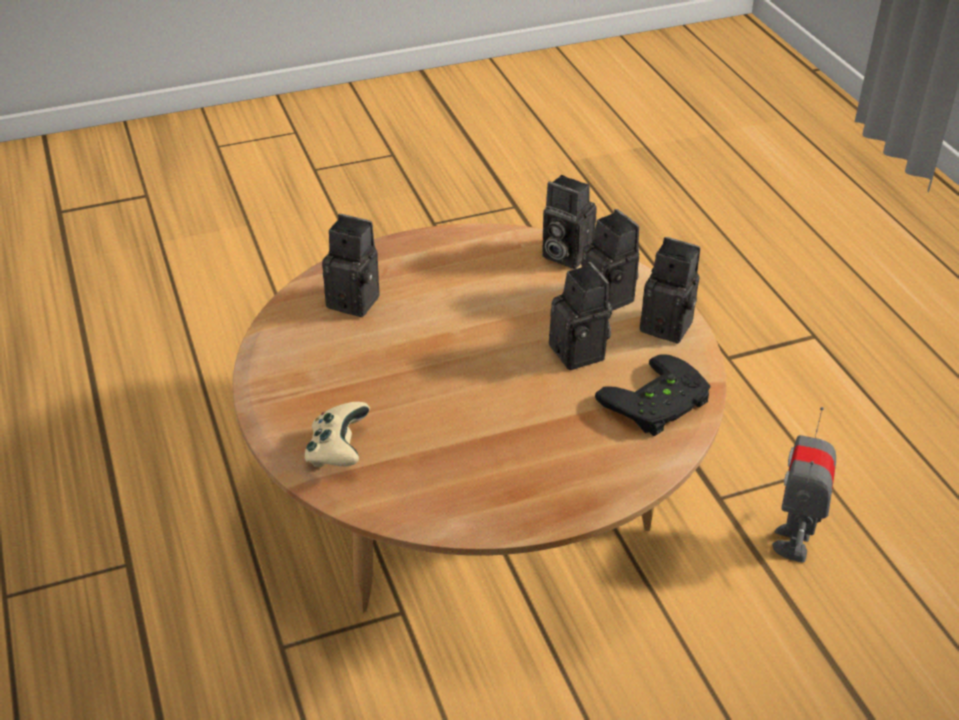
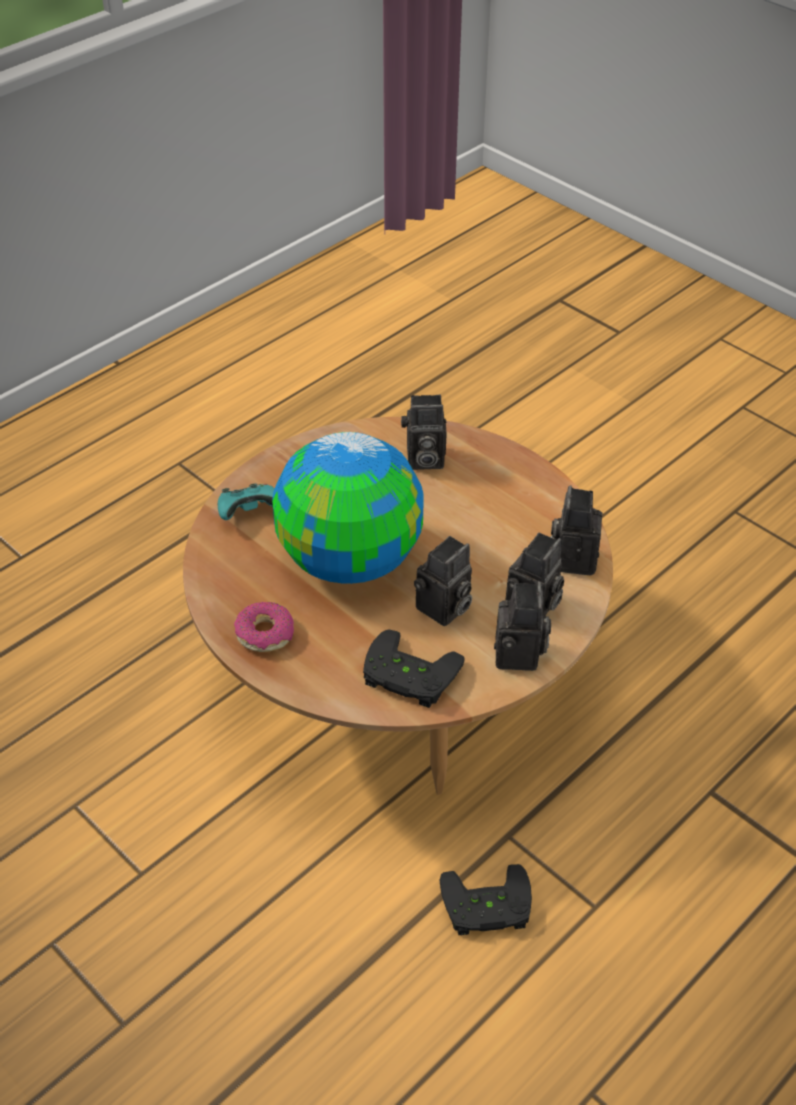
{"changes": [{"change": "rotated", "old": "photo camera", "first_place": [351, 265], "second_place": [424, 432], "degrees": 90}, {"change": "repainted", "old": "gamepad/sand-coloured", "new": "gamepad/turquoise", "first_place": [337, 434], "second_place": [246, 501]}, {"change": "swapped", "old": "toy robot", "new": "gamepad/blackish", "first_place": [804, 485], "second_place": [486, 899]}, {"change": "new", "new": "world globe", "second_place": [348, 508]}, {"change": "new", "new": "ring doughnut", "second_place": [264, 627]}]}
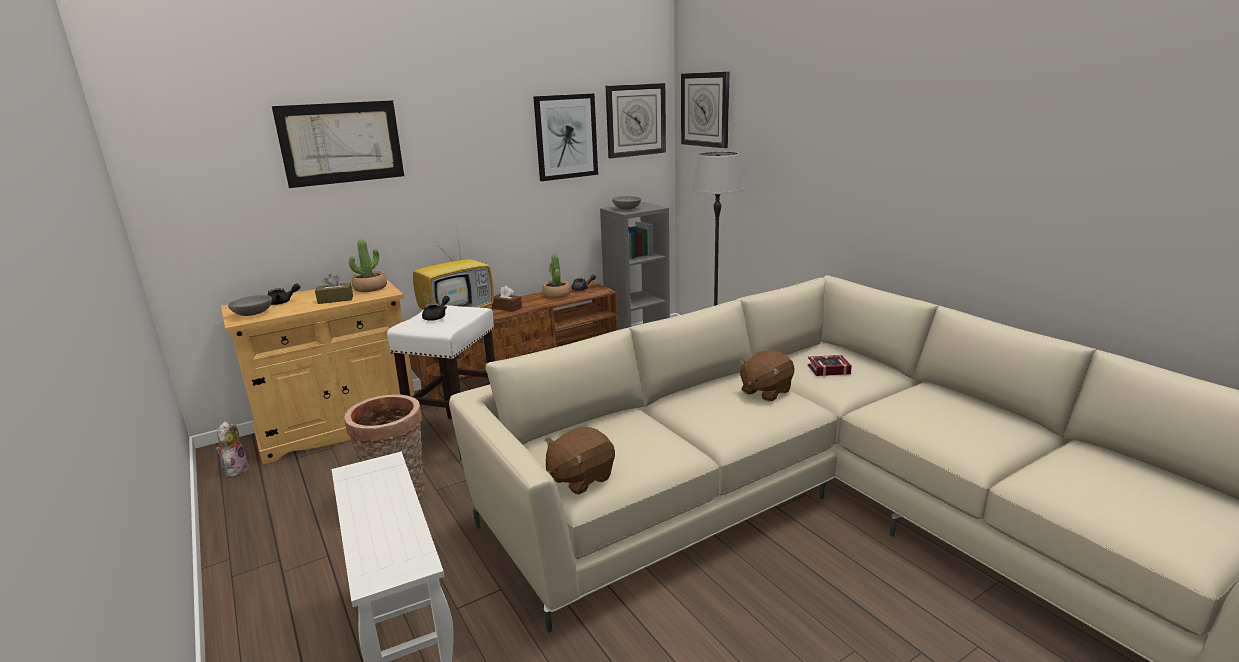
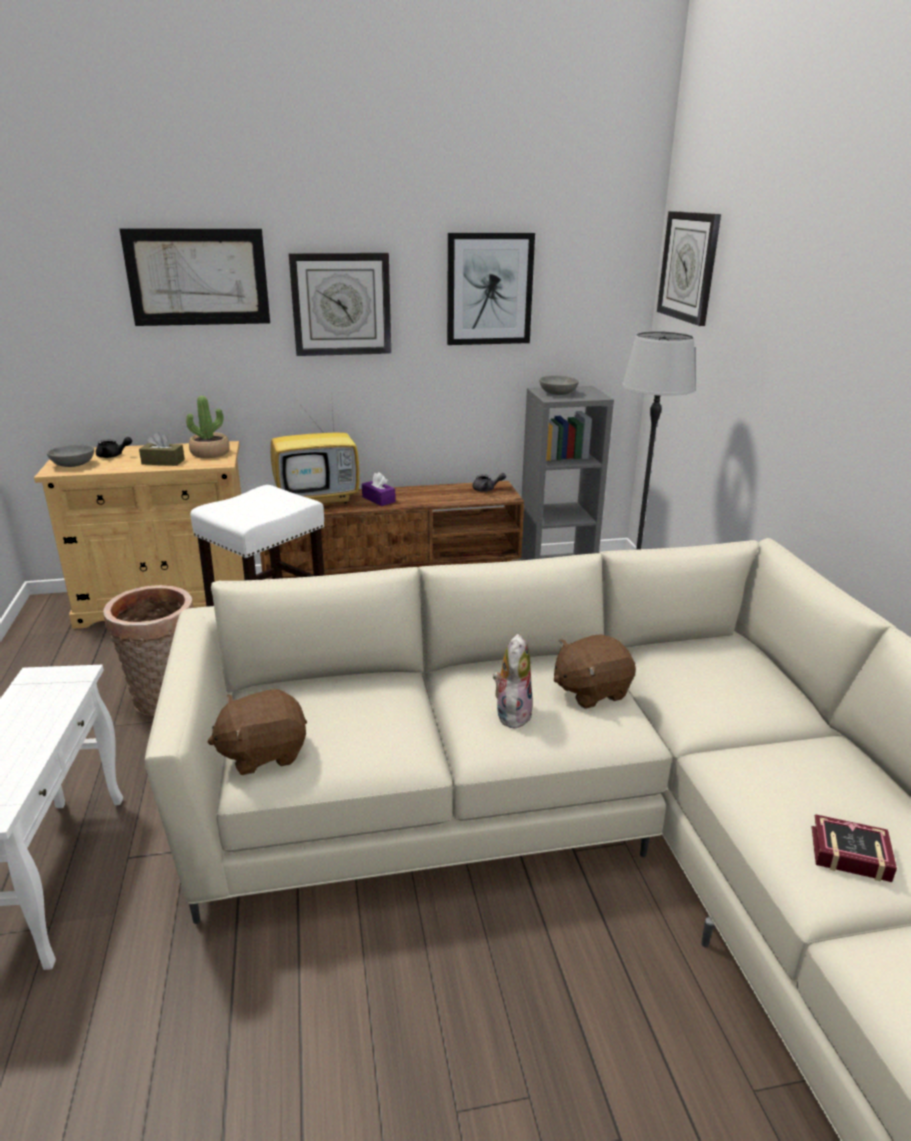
{"changes": [{"change": "shifted", "old": "wall clock", "first_place": [636, 120], "second_place": [340, 304]}, {"change": "gone", "old": "potted plant", "first_place": [556, 276]}, {"change": "repainted", "old": "box of tissues/brown-coloured", "new": "box of tissues/purple-coloured", "first_place": [507, 299], "second_place": [379, 489]}, {"change": "gone", "old": "pot for tea/blackish", "first_place": [436, 308]}, {"change": "shifted", "old": "bound book", "first_place": [829, 365], "second_place": [854, 848]}, {"change": "shifted", "old": "soft toy", "first_place": [232, 449], "second_place": [513, 681]}]}
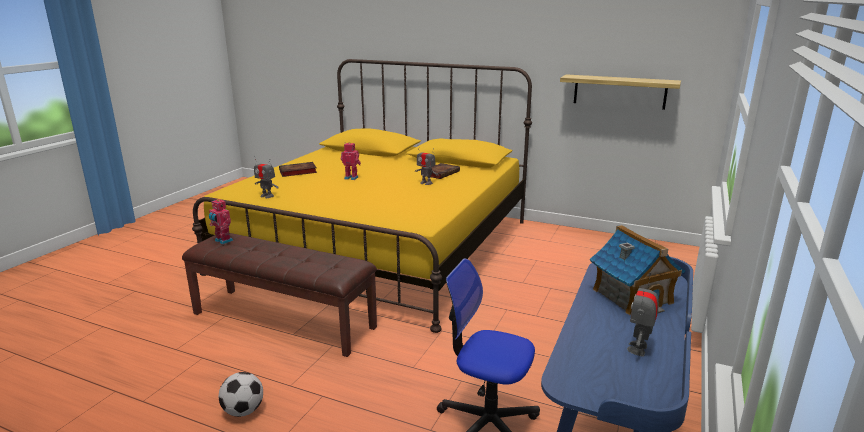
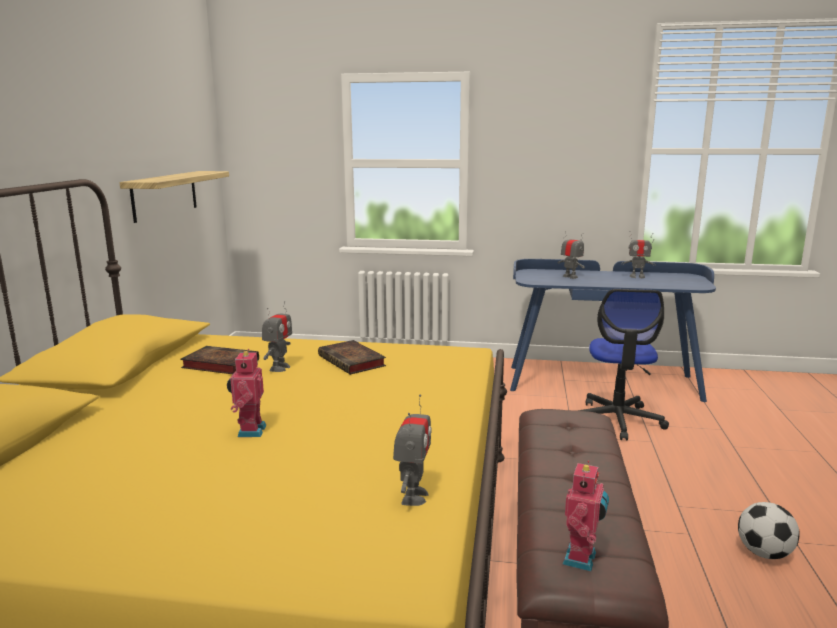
{"changes": [{"change": "shifted", "old": "bound book", "first_place": [298, 169], "second_place": [352, 357]}, {"change": "swapped", "old": "model house", "new": "toy robot", "first_place": [638, 270], "second_place": [571, 255]}]}
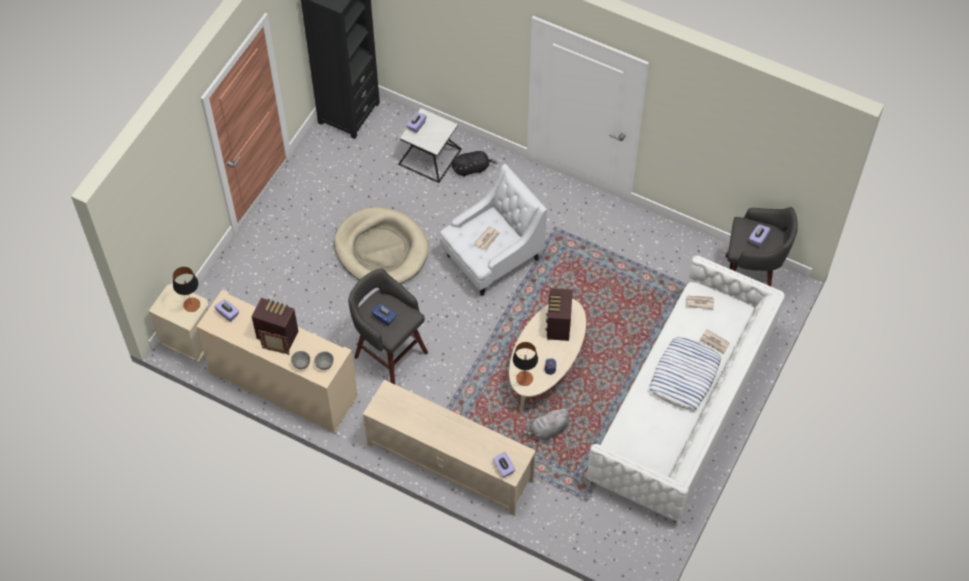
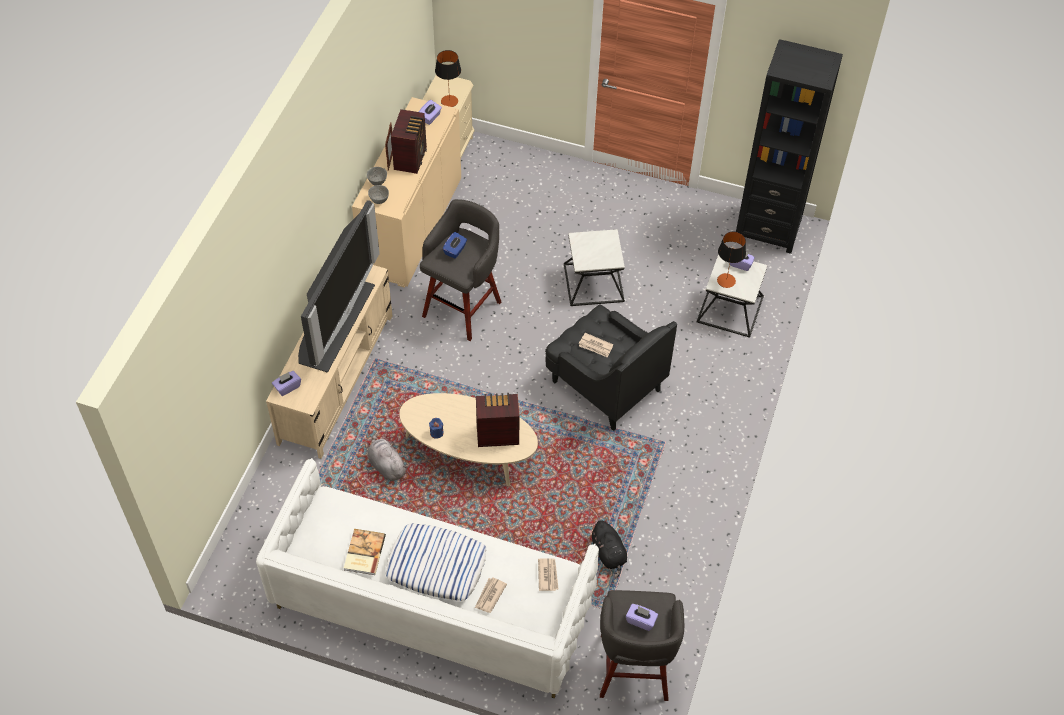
{"changes": [{"change": "shifted", "old": "soft toy/blackish", "first_place": [475, 164], "second_place": [608, 549]}, {"change": "repainted", "old": "easy chair/whitish", "new": "easy chair/blackish", "first_place": [493, 230], "second_place": [611, 367]}, {"change": "swapped", "old": "dog cushion/sand-coloured", "new": "side table", "first_place": [381, 245], "second_place": [594, 267]}, {"change": "shifted", "old": "tabletop lamp", "first_place": [525, 364], "second_place": [731, 260]}, {"change": "new", "new": "TV set", "second_place": [339, 286]}, {"change": "new", "new": "bound book", "second_place": [365, 552]}]}
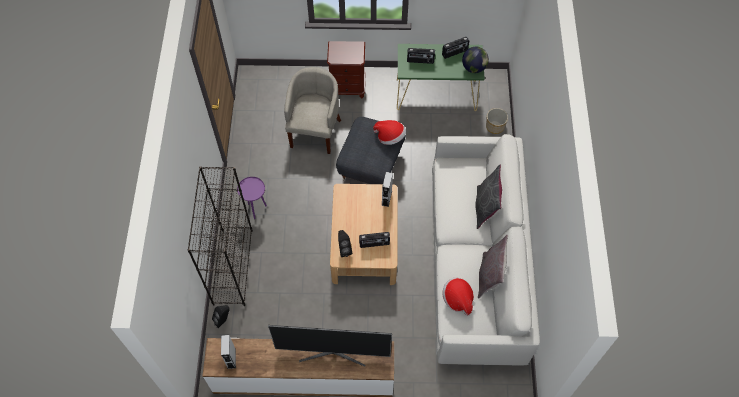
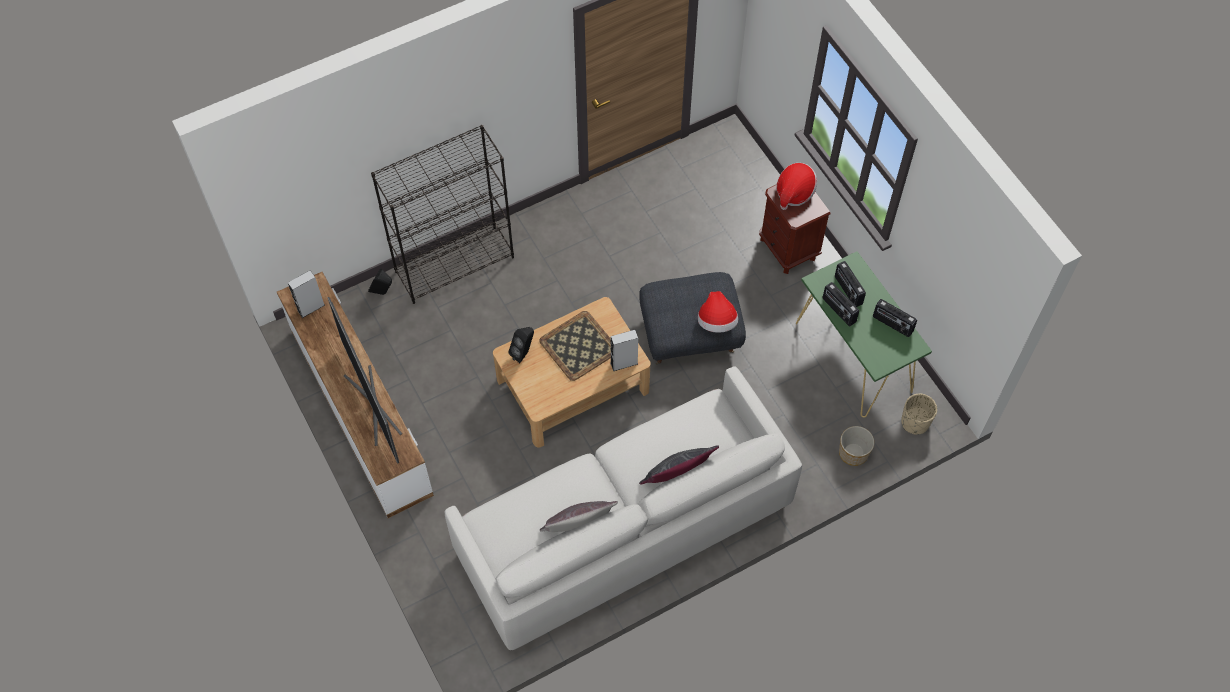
{"changes": [{"change": "gone", "old": "world globe", "first_place": [475, 60]}, {"change": "gone", "old": "easy chair/sand-coloured", "first_place": [312, 110]}, {"change": "gone", "old": "side table/purple-coloured", "first_place": [252, 198]}, {"change": "shifted", "old": "radio receiver", "first_place": [374, 240], "second_place": [841, 304]}, {"change": "shifted", "old": "wearable hat", "first_place": [458, 297], "second_place": [796, 186]}, {"change": "new", "new": "serving tray", "second_place": [575, 346]}, {"change": "new", "new": "planter/sand-coloured", "second_place": [919, 414]}]}
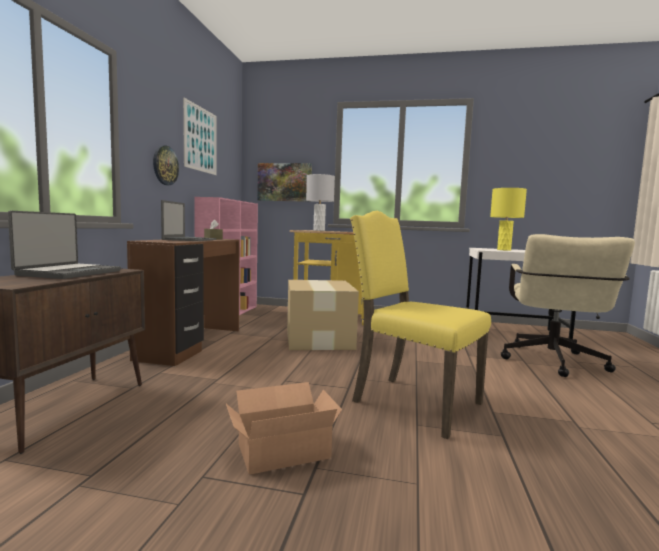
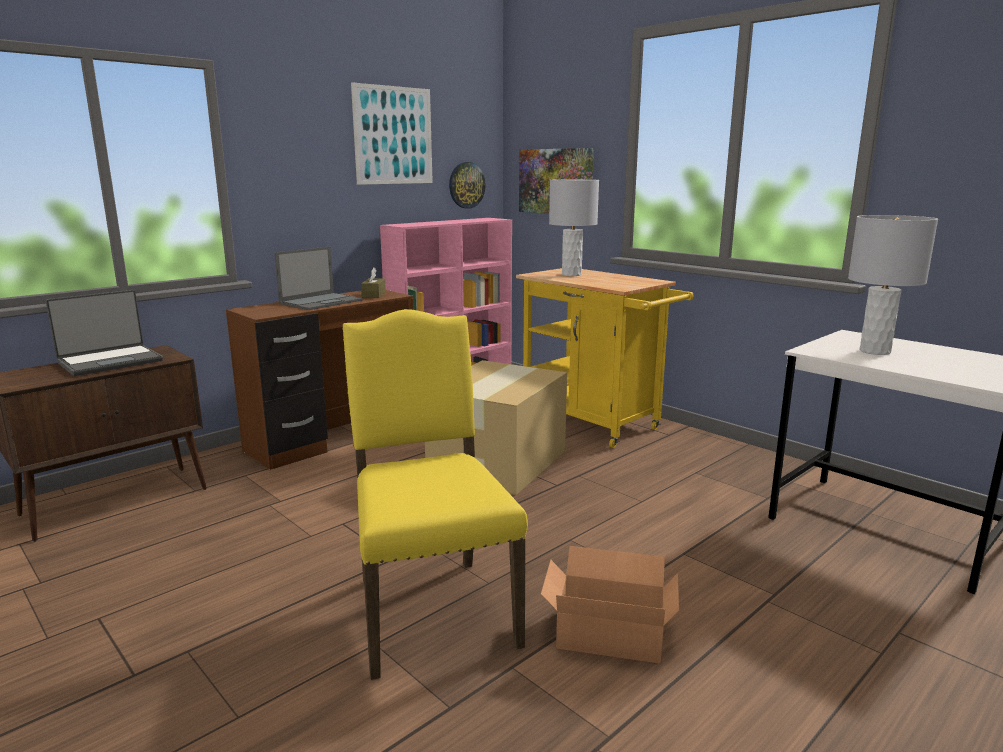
{"changes": [{"change": "shifted", "old": "wall clock", "first_place": [166, 165], "second_place": [467, 185]}, {"change": "repainted", "old": "tabletop lamp/yellowish", "new": "tabletop lamp/grey", "first_place": [508, 219], "second_place": [893, 285]}, {"change": "gone", "old": "desk chair/sand-coloured", "first_place": [568, 305]}, {"change": "shifted", "old": "cardboard box", "first_place": [284, 428], "second_place": [610, 604]}]}
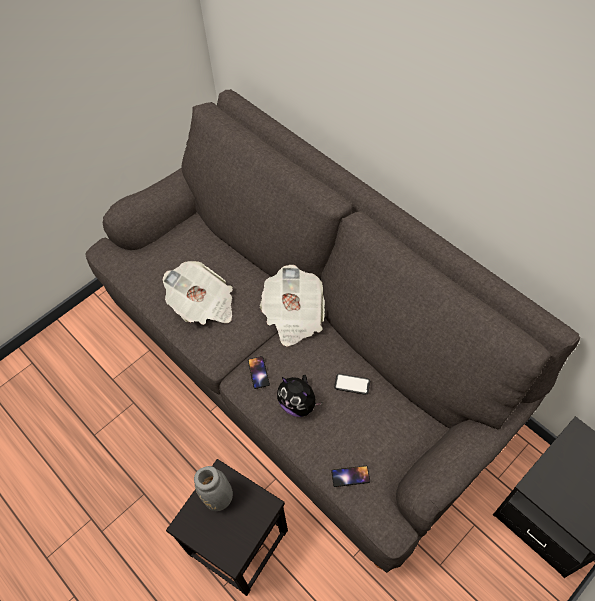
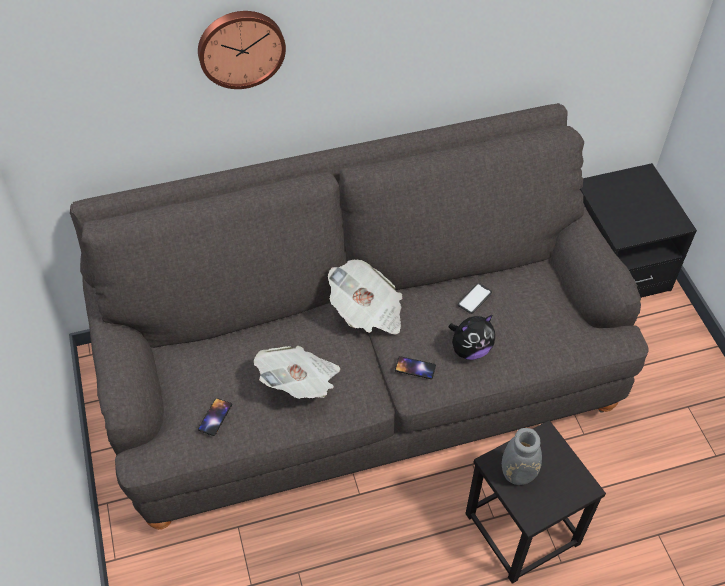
{"changes": [{"change": "shifted", "old": "phone", "first_place": [350, 476], "second_place": [215, 417]}, {"change": "new", "new": "wall clock", "second_place": [242, 50]}]}
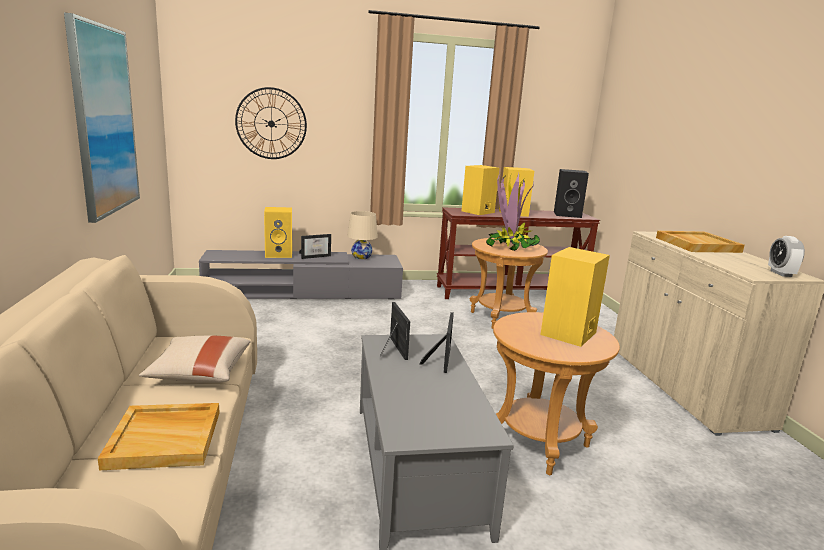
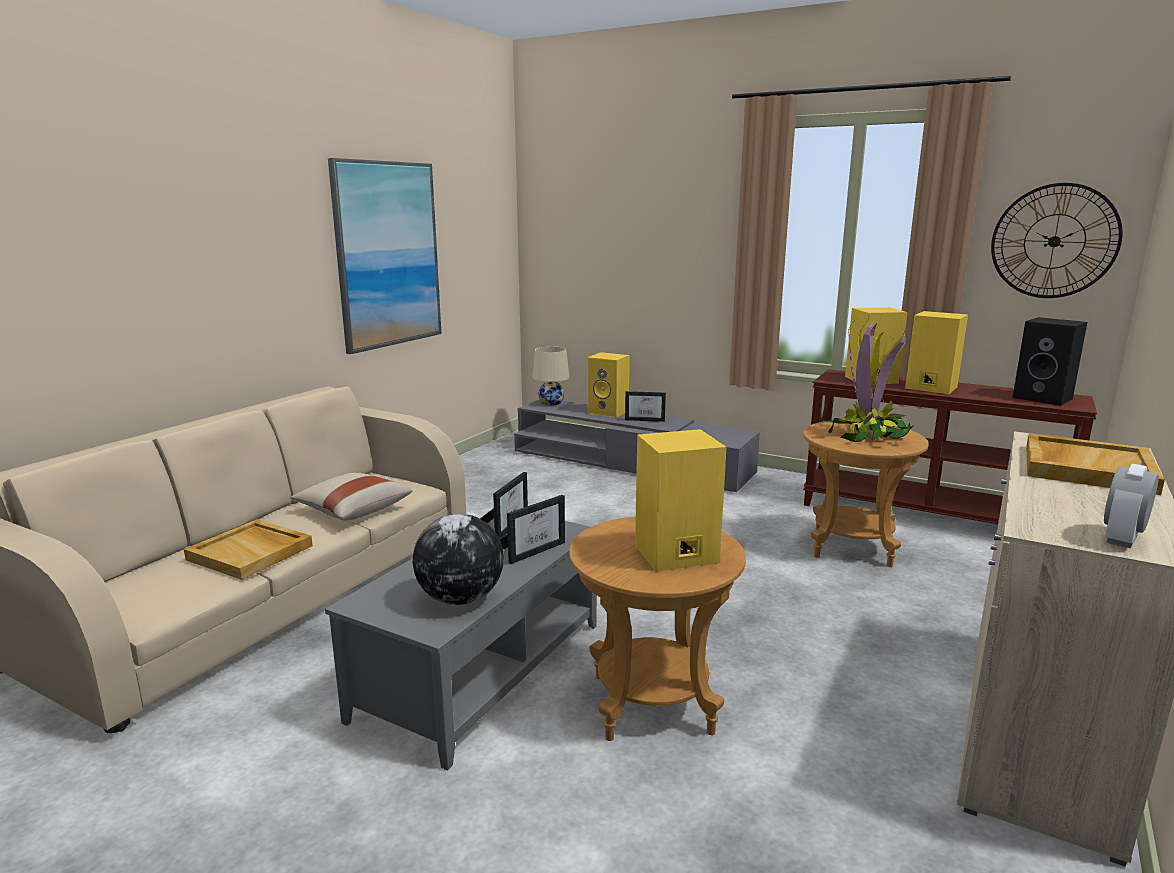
{"changes": [{"change": "shifted", "old": "wall clock", "first_place": [271, 123], "second_place": [1057, 240]}, {"change": "shifted", "old": "tabletop lamp/sand-coloured", "first_place": [362, 235], "second_place": [551, 375]}, {"change": "new", "new": "world globe", "second_place": [458, 559]}]}
